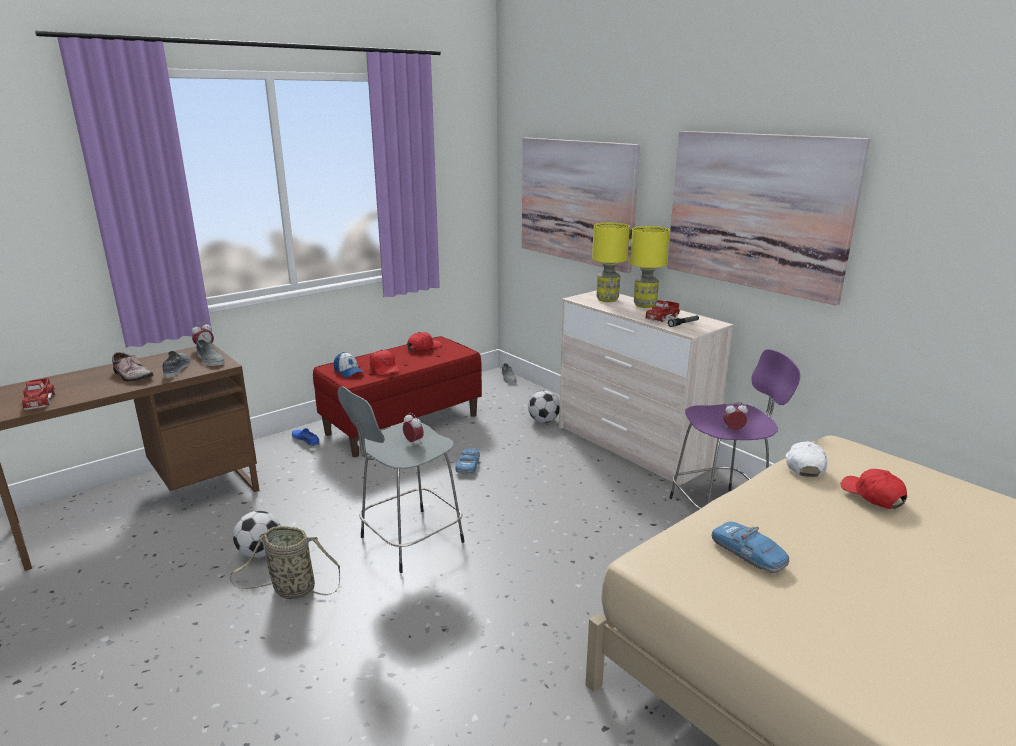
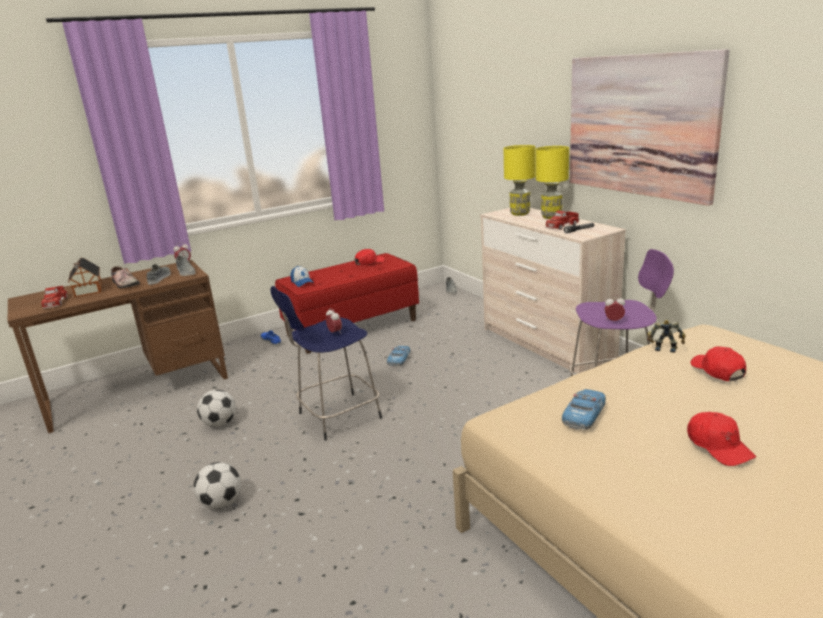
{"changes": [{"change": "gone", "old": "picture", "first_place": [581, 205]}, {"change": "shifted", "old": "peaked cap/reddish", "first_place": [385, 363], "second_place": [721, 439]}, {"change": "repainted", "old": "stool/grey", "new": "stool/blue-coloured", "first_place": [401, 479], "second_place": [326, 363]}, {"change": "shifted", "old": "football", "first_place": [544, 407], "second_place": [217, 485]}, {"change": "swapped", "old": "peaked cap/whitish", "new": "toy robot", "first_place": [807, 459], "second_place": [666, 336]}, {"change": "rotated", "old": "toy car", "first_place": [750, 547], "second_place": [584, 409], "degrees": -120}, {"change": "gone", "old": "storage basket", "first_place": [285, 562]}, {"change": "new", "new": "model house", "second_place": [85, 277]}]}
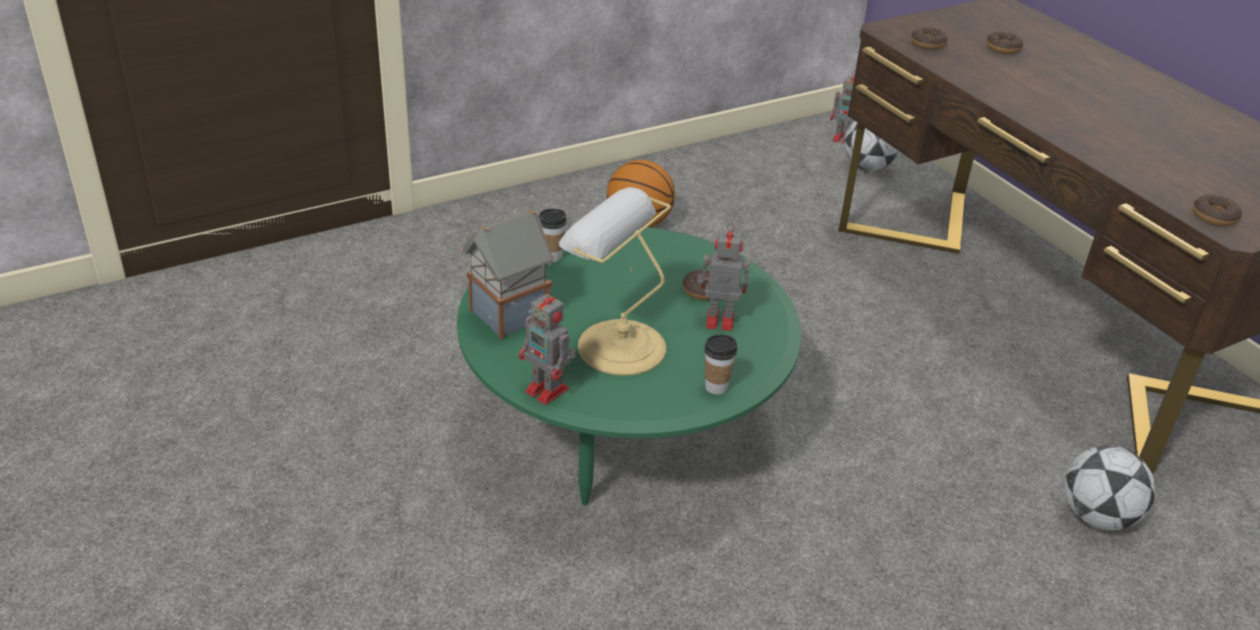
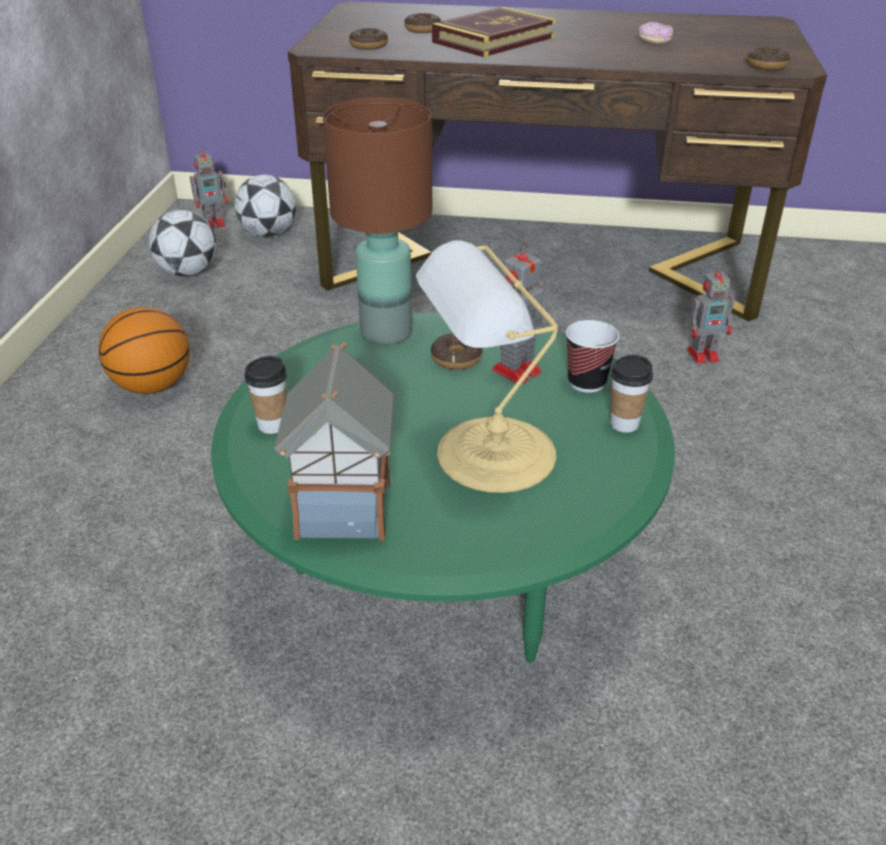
{"changes": [{"change": "shifted", "old": "toy robot", "first_place": [547, 346], "second_place": [710, 314]}, {"change": "shifted", "old": "football", "first_place": [1110, 487], "second_place": [183, 243]}, {"change": "new", "new": "bound book", "second_place": [494, 32]}, {"change": "new", "new": "ring doughnut", "second_place": [655, 33]}, {"change": "new", "new": "tabletop lamp/brown-coloured", "second_place": [377, 221]}, {"change": "new", "new": "drinking cup", "second_place": [592, 356]}]}
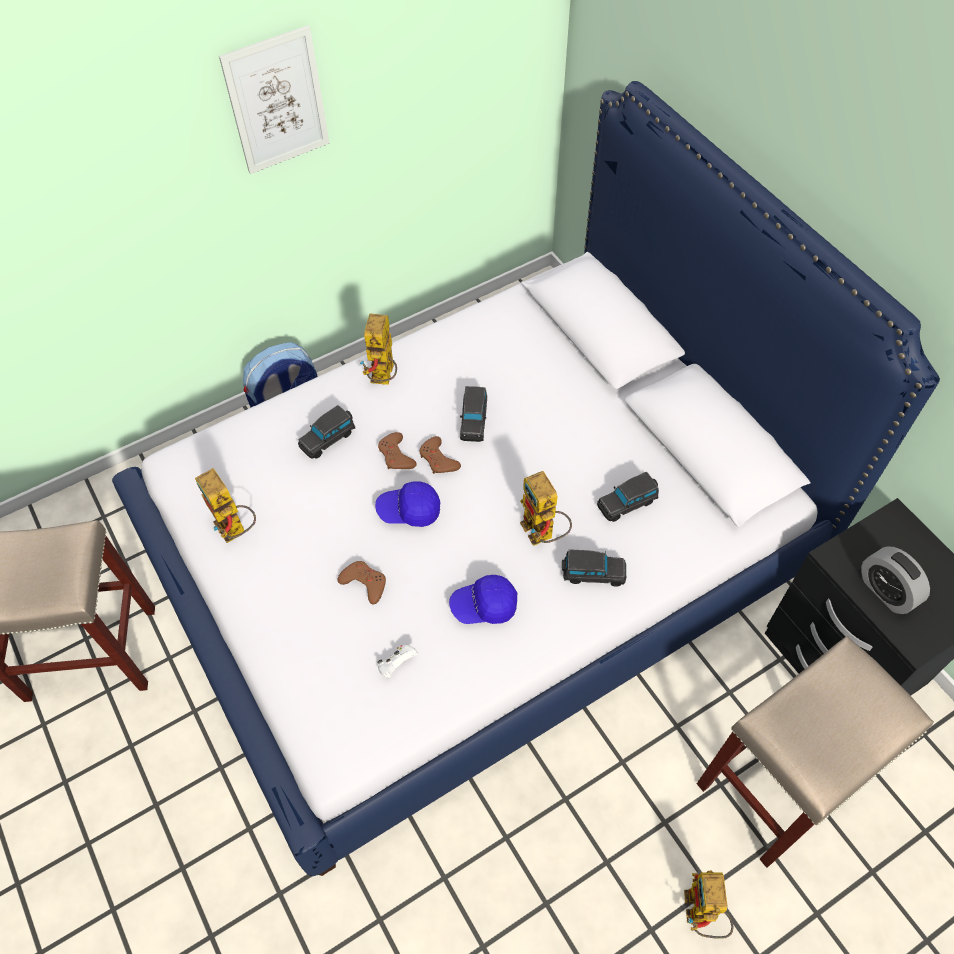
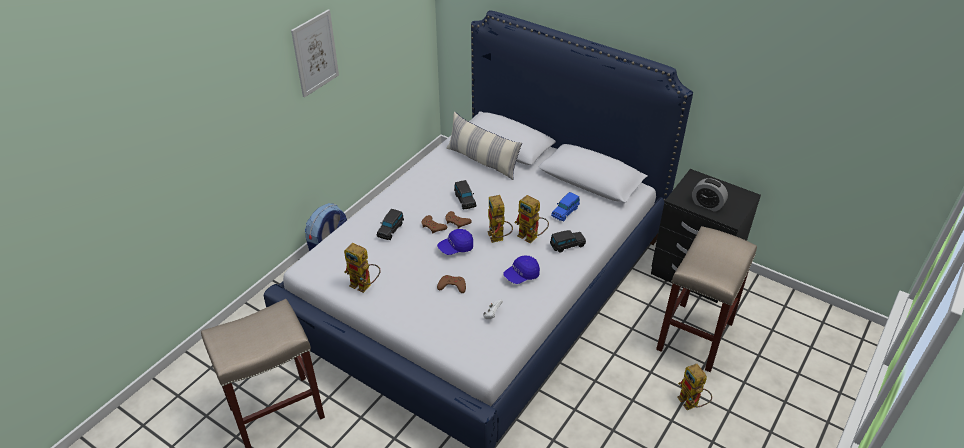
{"changes": [{"change": "shifted", "old": "toy robot", "first_place": [378, 349], "second_place": [500, 219]}, {"change": "repainted", "old": "toy car/blackish", "new": "toy car/blue-coloured", "first_place": [628, 497], "second_place": [565, 207]}, {"change": "new", "new": "pillow", "second_place": [484, 146]}]}
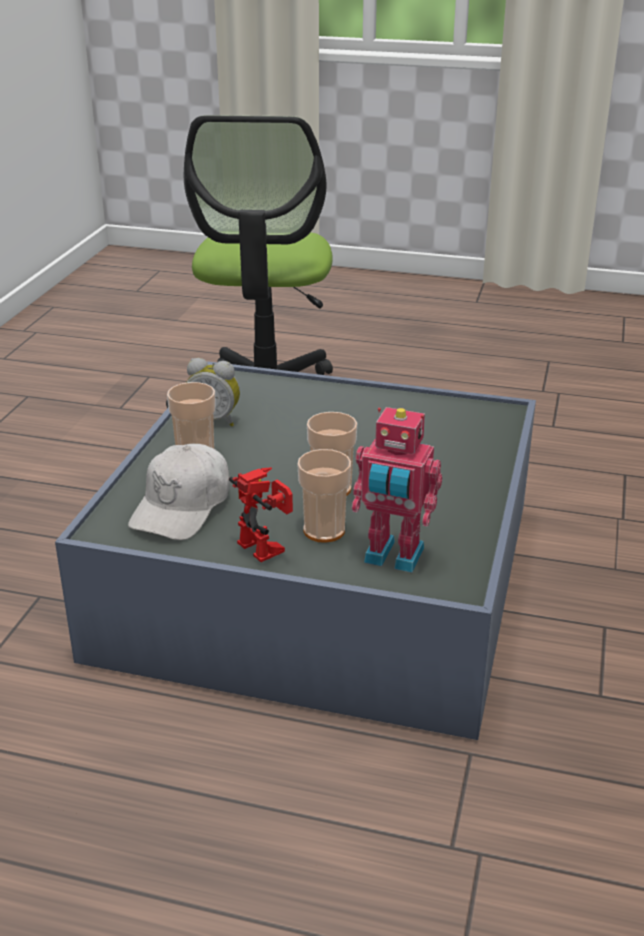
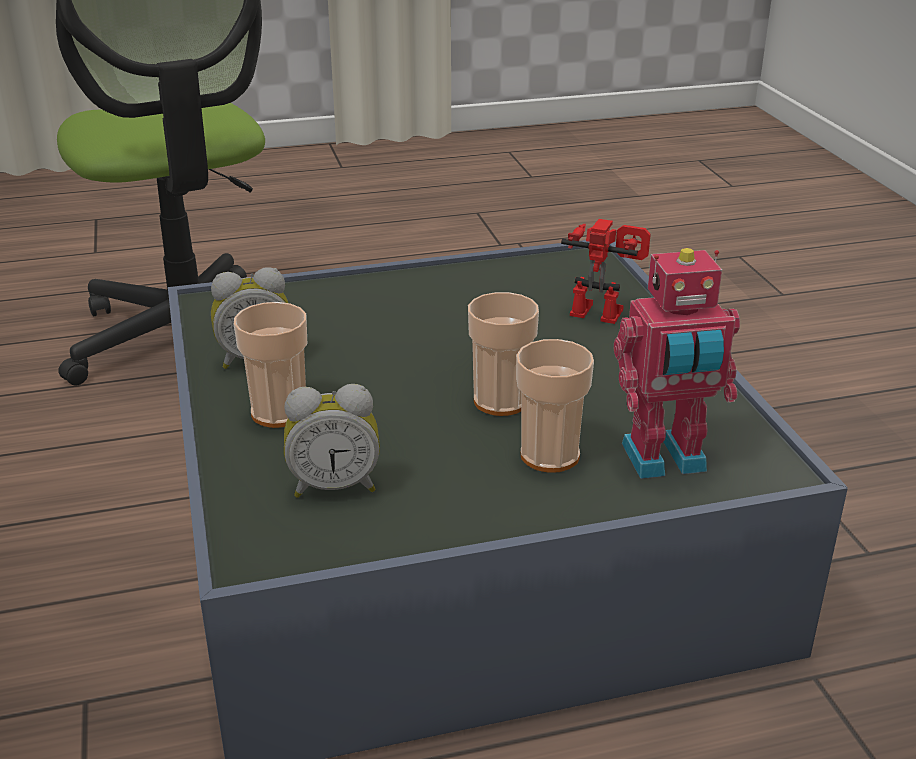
{"changes": [{"change": "swapped", "old": "peaked cap/whitish", "new": "bedside clock", "first_place": [179, 492], "second_place": [332, 441]}, {"change": "shifted", "old": "toy robot", "first_place": [261, 515], "second_place": [606, 271]}]}
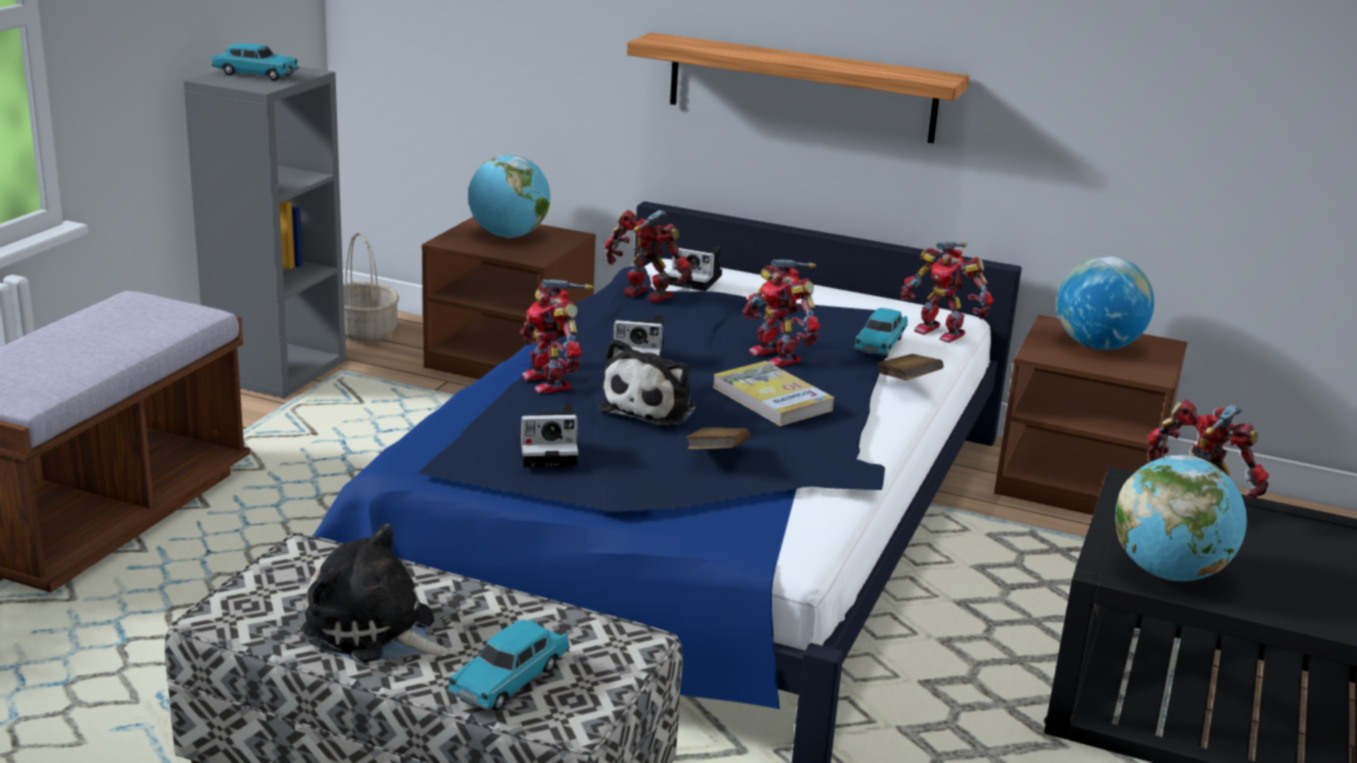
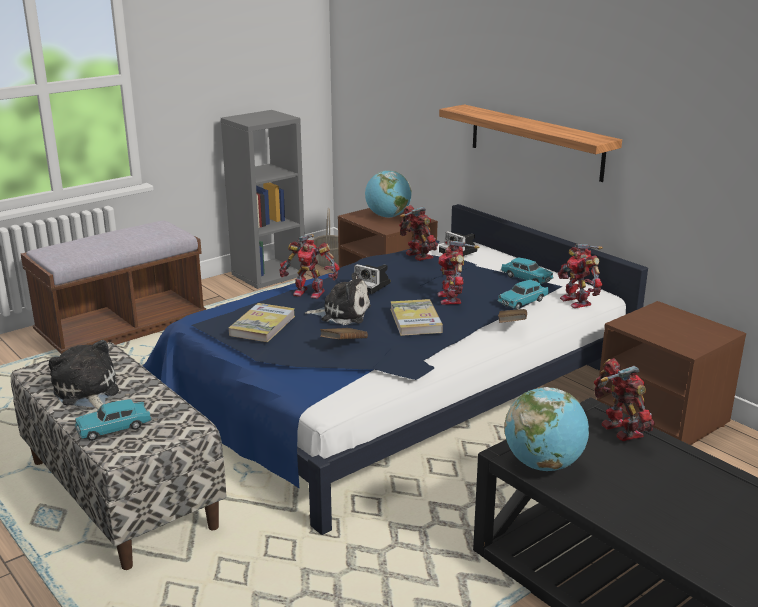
{"changes": [{"change": "shifted", "old": "toy car/turquoise", "first_place": [255, 62], "second_place": [527, 271]}, {"change": "gone", "old": "world globe", "first_place": [1105, 303]}, {"change": "rotated", "old": "toy robot", "first_place": [557, 336], "second_place": [309, 266], "degrees": -75}, {"change": "rotated", "old": "soft toy", "first_place": [647, 382], "second_place": [338, 299], "degrees": -135}, {"change": "swapped", "old": "photo camera", "new": "bound book", "first_place": [549, 435], "second_place": [262, 322]}]}
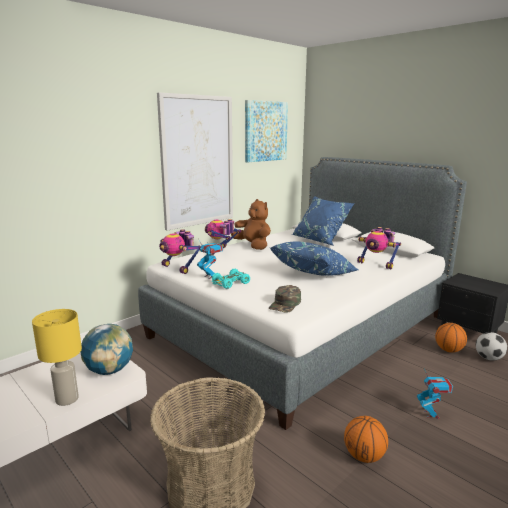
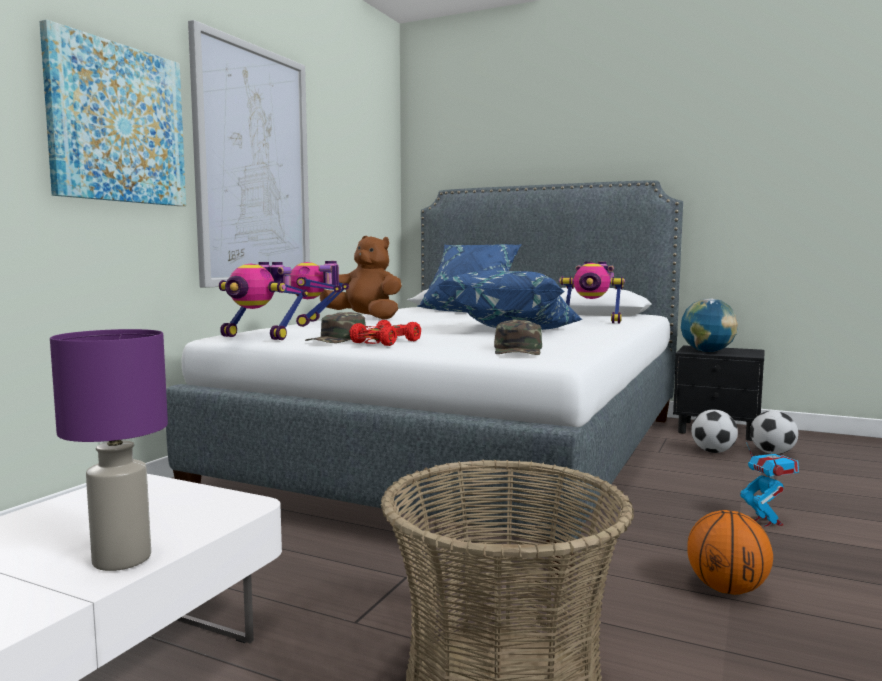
{"changes": [{"change": "shifted", "old": "picture", "first_place": [266, 131], "second_place": [113, 112]}, {"change": "swapped", "old": "toy robot", "new": "peaked cap/greenish", "first_place": [210, 260], "second_place": [335, 327]}, {"change": "repainted", "old": "toy car/turquoise", "new": "toy car/reddish", "first_place": [231, 279], "second_place": [385, 333]}, {"change": "repainted", "old": "tabletop lamp/yellowish", "new": "tabletop lamp/purple-coloured", "first_place": [57, 357], "second_place": [109, 450]}, {"change": "swapped", "old": "basketball", "new": "football", "first_place": [451, 338], "second_place": [714, 431]}, {"change": "shifted", "old": "world globe", "first_place": [106, 349], "second_place": [709, 325]}]}
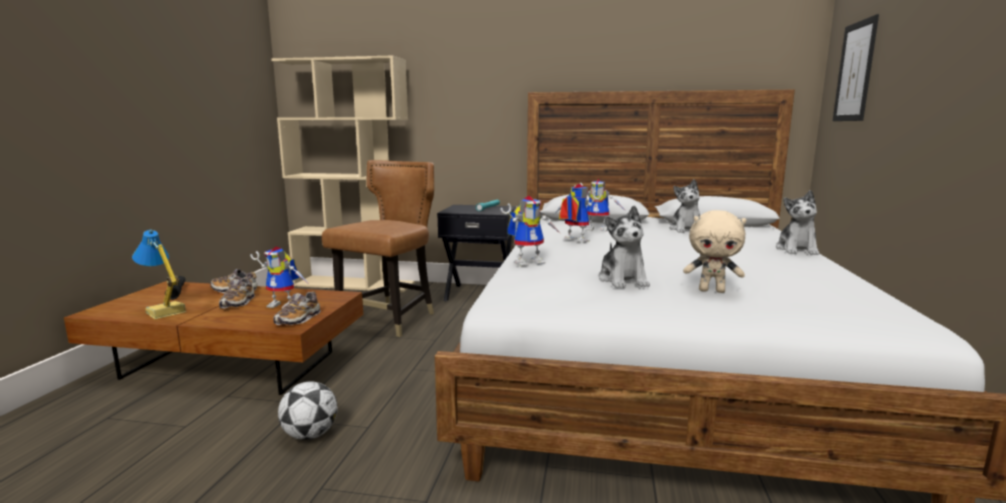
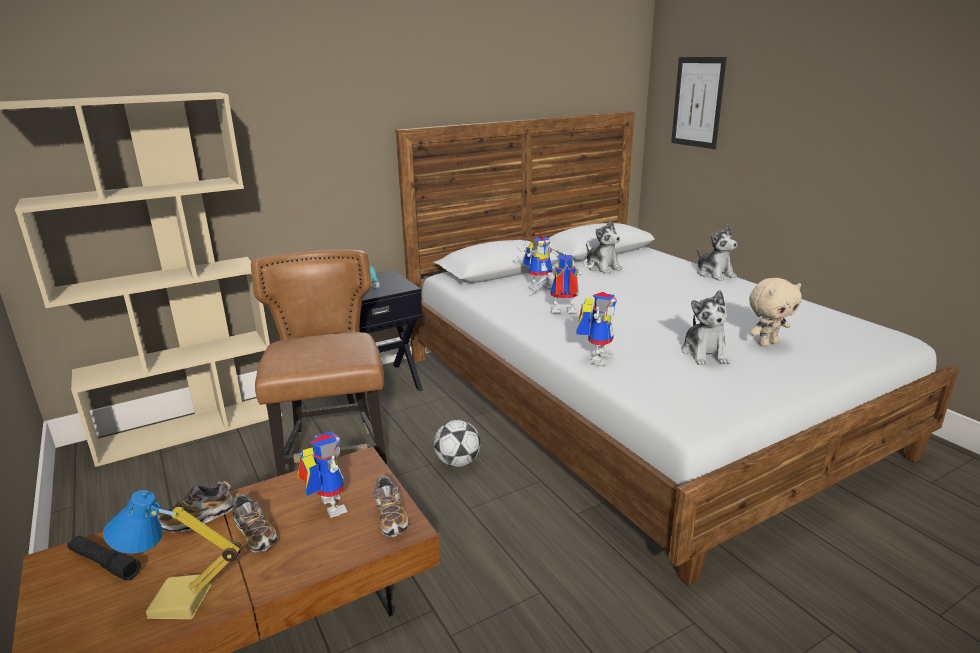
{"changes": [{"change": "rotated", "old": "soft toy", "first_place": [624, 246], "second_place": [705, 327], "degrees": 45}, {"change": "rotated", "old": "toy robot", "first_place": [280, 277], "second_place": [322, 475], "degrees": -90}, {"change": "shifted", "old": "football", "first_place": [308, 410], "second_place": [457, 443]}]}
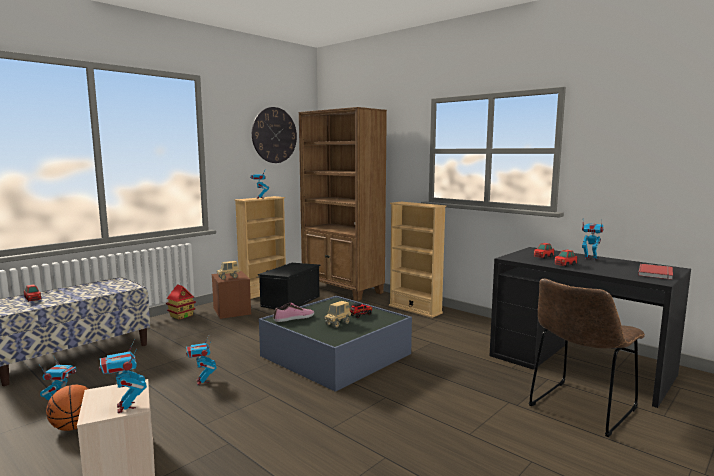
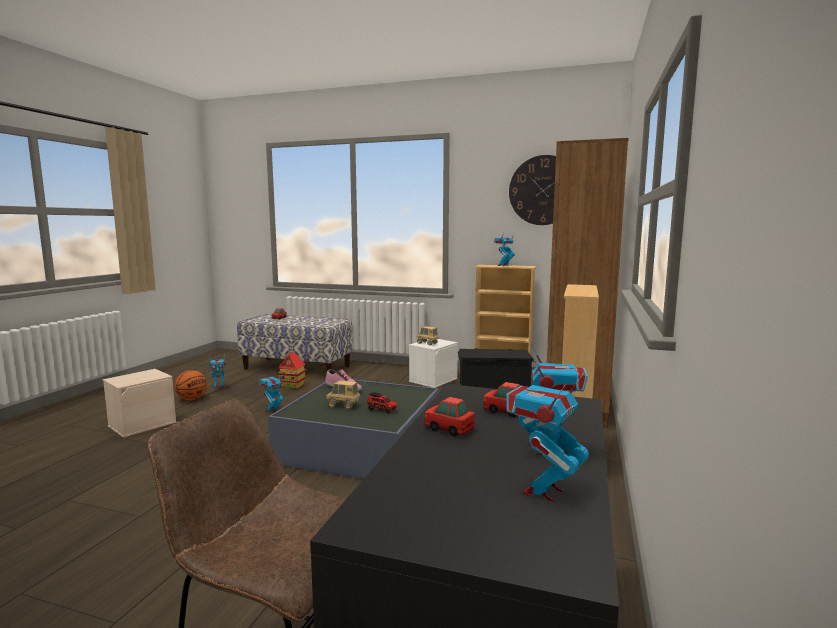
{"changes": [{"change": "gone", "old": "bound book/reddish", "first_place": [655, 272]}, {"change": "repainted", "old": "storage container/brown-coloured", "new": "storage container/whitish", "first_place": [231, 295], "second_place": [433, 363]}, {"change": "shifted", "old": "model house", "first_place": [181, 302], "second_place": [292, 370]}, {"change": "shifted", "old": "toy robot", "first_place": [123, 376], "second_place": [547, 437]}]}
